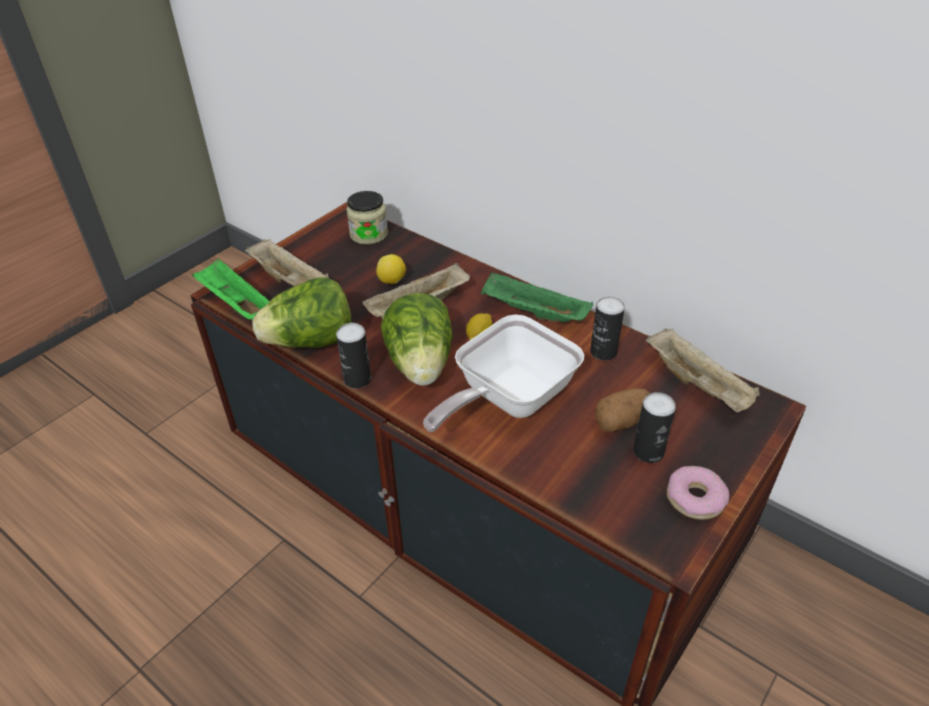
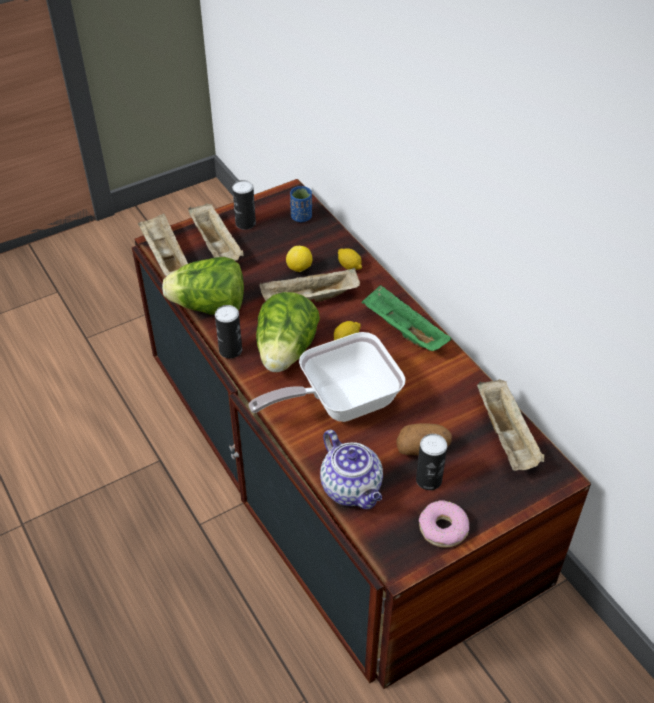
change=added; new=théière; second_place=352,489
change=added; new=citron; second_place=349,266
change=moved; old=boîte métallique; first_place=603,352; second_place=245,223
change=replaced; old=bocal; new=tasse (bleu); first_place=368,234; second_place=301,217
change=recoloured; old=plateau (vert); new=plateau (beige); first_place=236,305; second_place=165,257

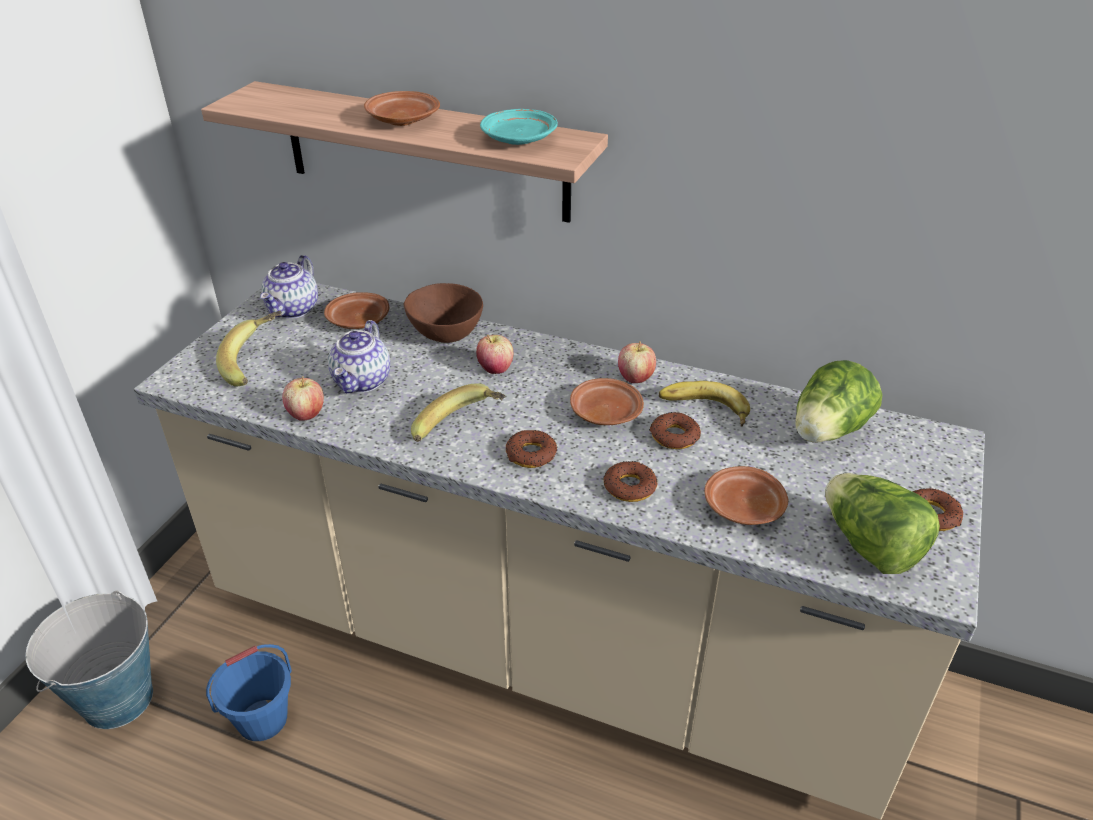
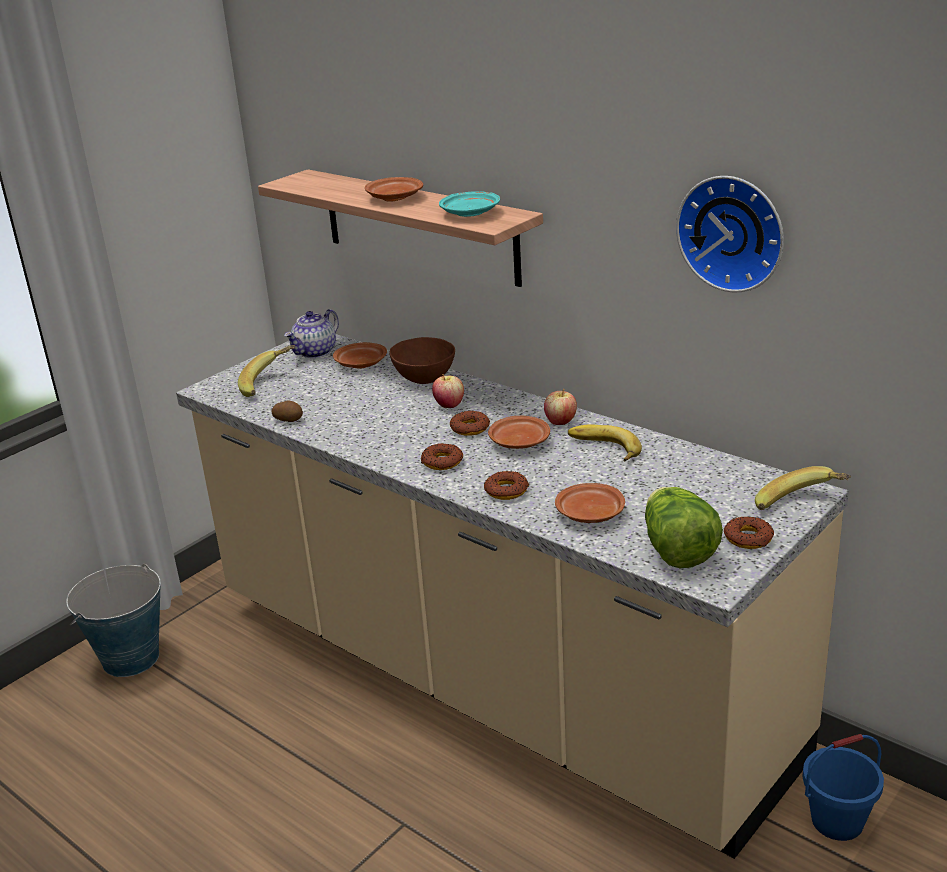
change=removed; old=théière; first_place=363,381
change=removed; old=laitue; first_place=828,432
change=added; new=horloge murale; second_place=733,232
change=moved; old=seau (bleu); first_place=262,719; second_place=837,820
change=moved; old=banane; first_place=460,430; second_place=801,507
change=moved; old=beignet; first_place=674,436; second_place=469,428
change=replaced; old=pomme; new=pomme de terre; first_place=306,414; second_place=289,419

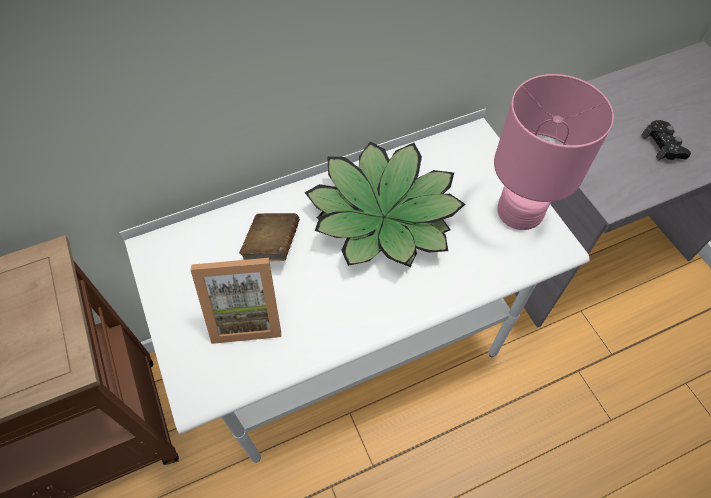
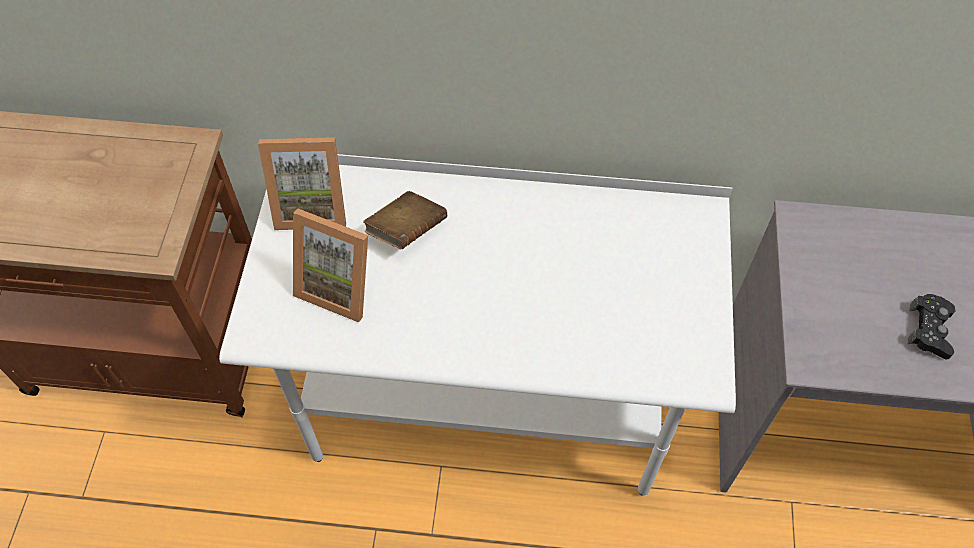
change=removed; old=plante en pot; first_place=384,217
change=removed; old=lampe de table (rose); first_place=519,211
change=added; new=cadre photo; second_place=311,206

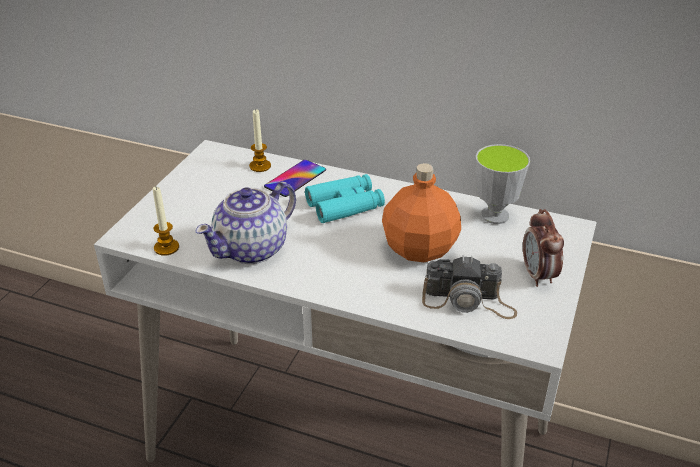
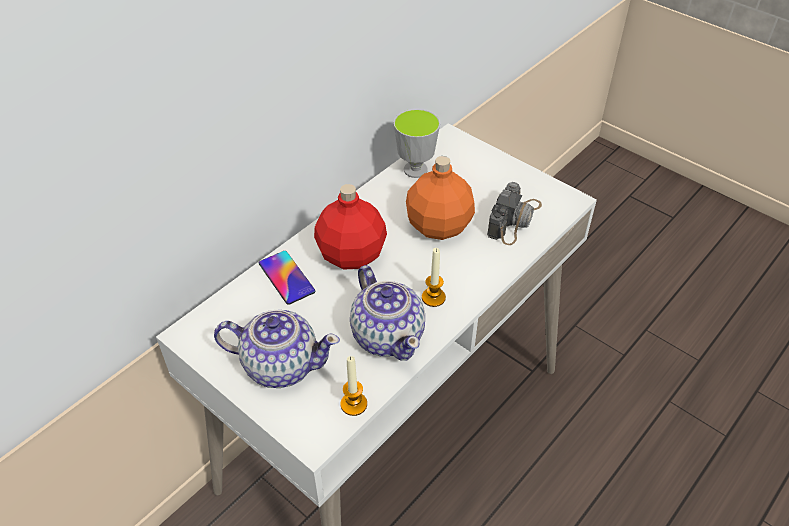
change=removed; old=réveil; first_place=538,275
change=added; new=théière; second_place=280,364
change=moved; old=bougie; first_place=260,166; second_place=433,297
change=replaced; old=jumelles (turquoise); new=bouteille (rouge); first_place=345,205; second_place=352,254

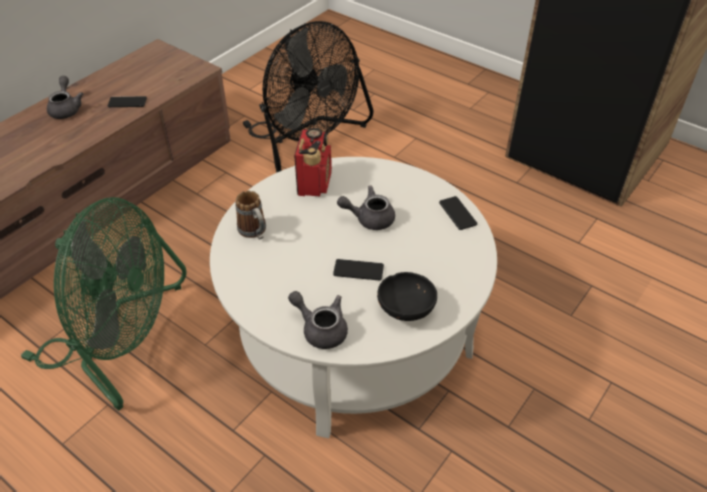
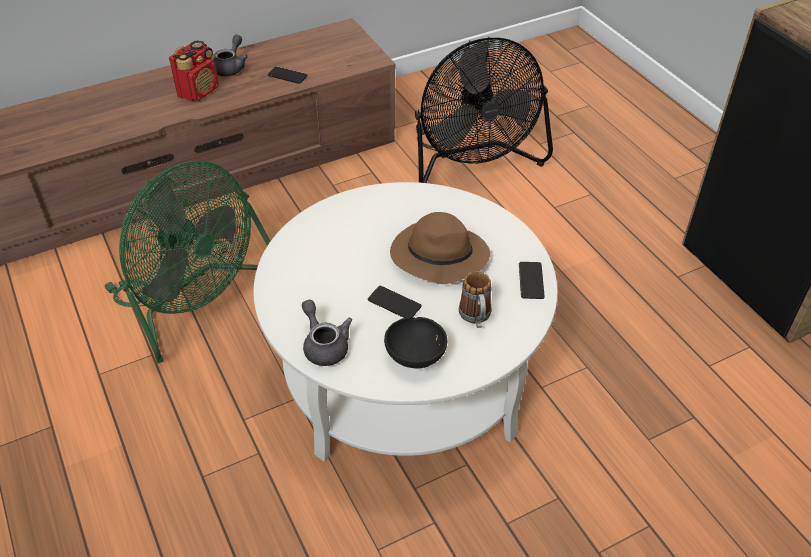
change=moved; old=mug; first_place=255,232; second_place=476,318
change=moved; old=radio; first_place=314,183; second_place=199,91
change=replaced; old=théière (gris); new=chapeau (marron); first_place=369,218; second_place=437,257

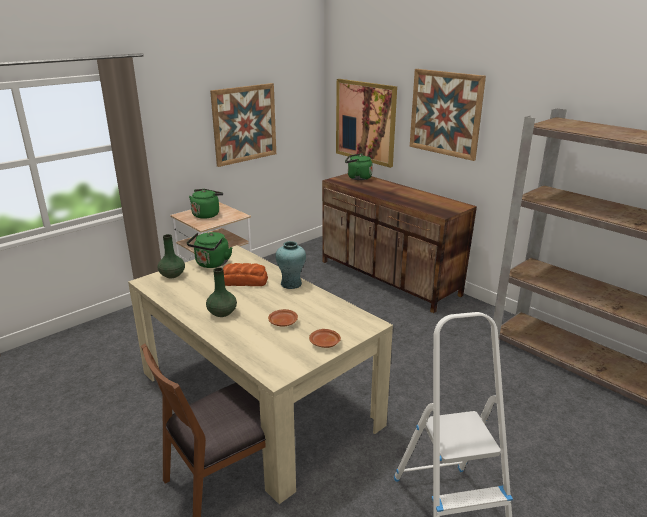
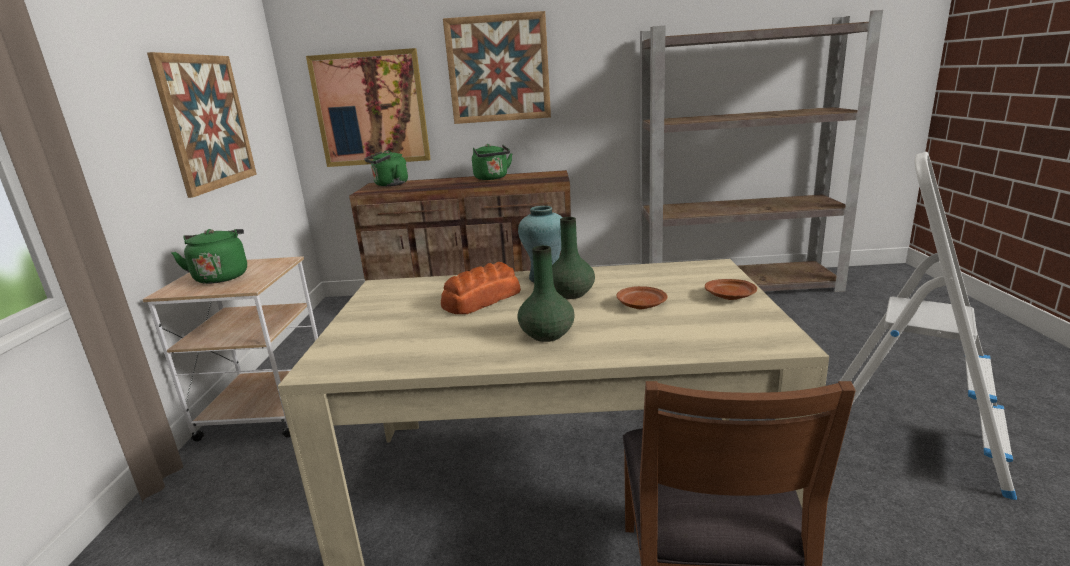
change=moved; old=vase (vert); first_place=172,275; second_place=571,294
change=moved; old=bouilloire (vert); first_place=211,264; second_place=492,178

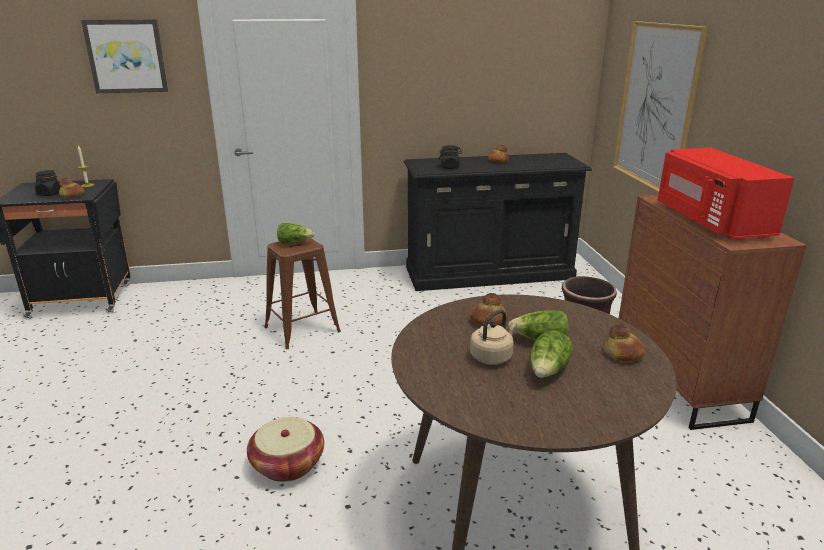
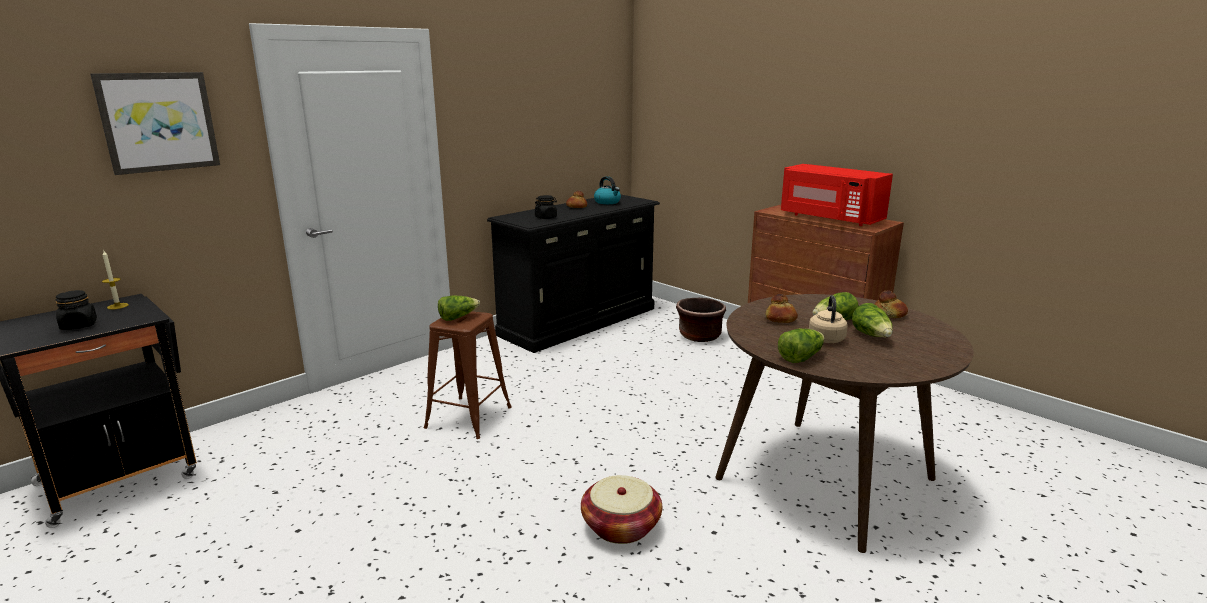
change=removed; old=pain; first_place=72,195
change=removed; old=tableau; first_place=655,107
change=added; new=bouilloire; second_place=607,202
change=added; new=laitue; second_place=800,357

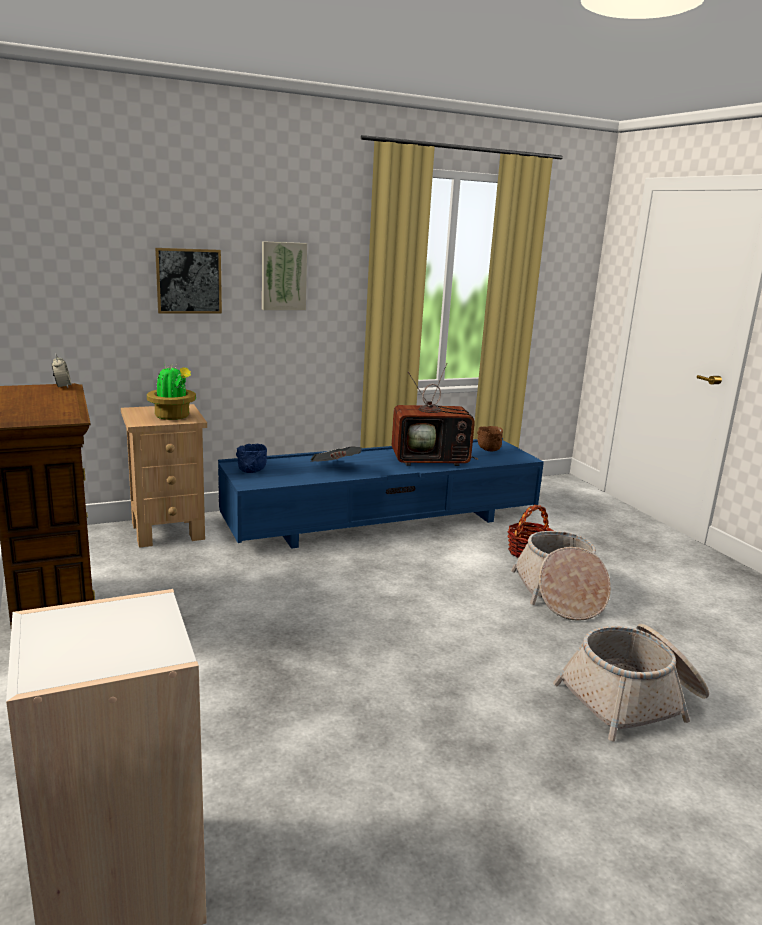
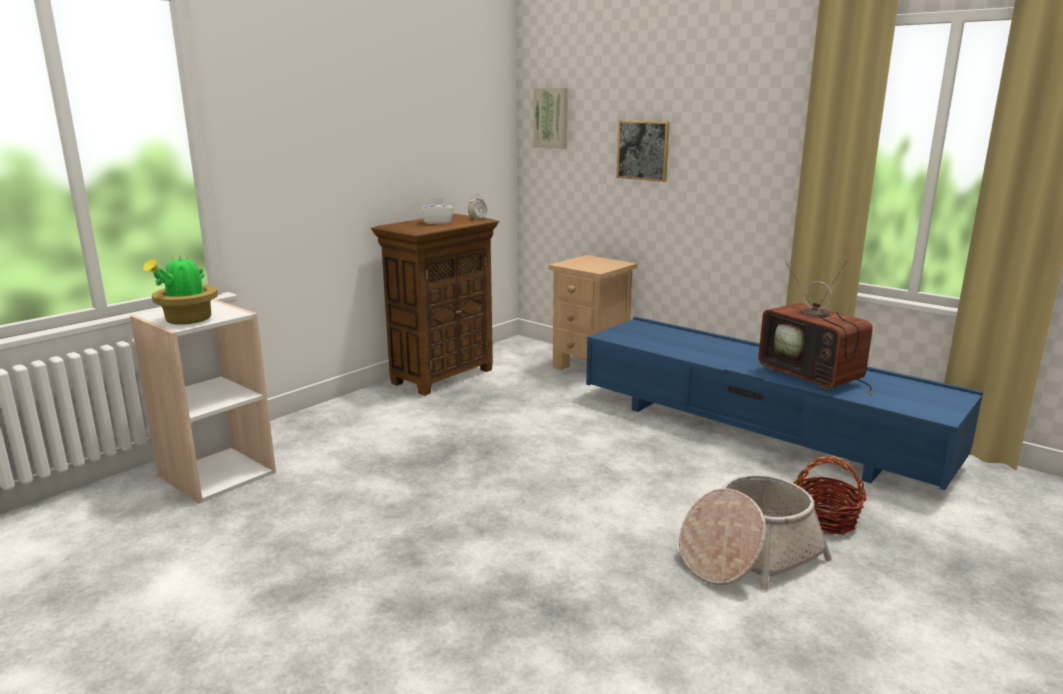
change=removed; old=bol (bleu); first_place=252,472
change=removed; old=journal; first_place=335,468
change=removed; old=bol (marron); first_place=489,450
change=removed; old=panier; first_place=633,700
change=added; new=boîte à mouchoirs (blanc); second_place=437,222
change=moved; old=plante en pot; first_place=173,417; second_place=187,320
change=moved; old=tableau; first_place=283,276; second_place=551,118

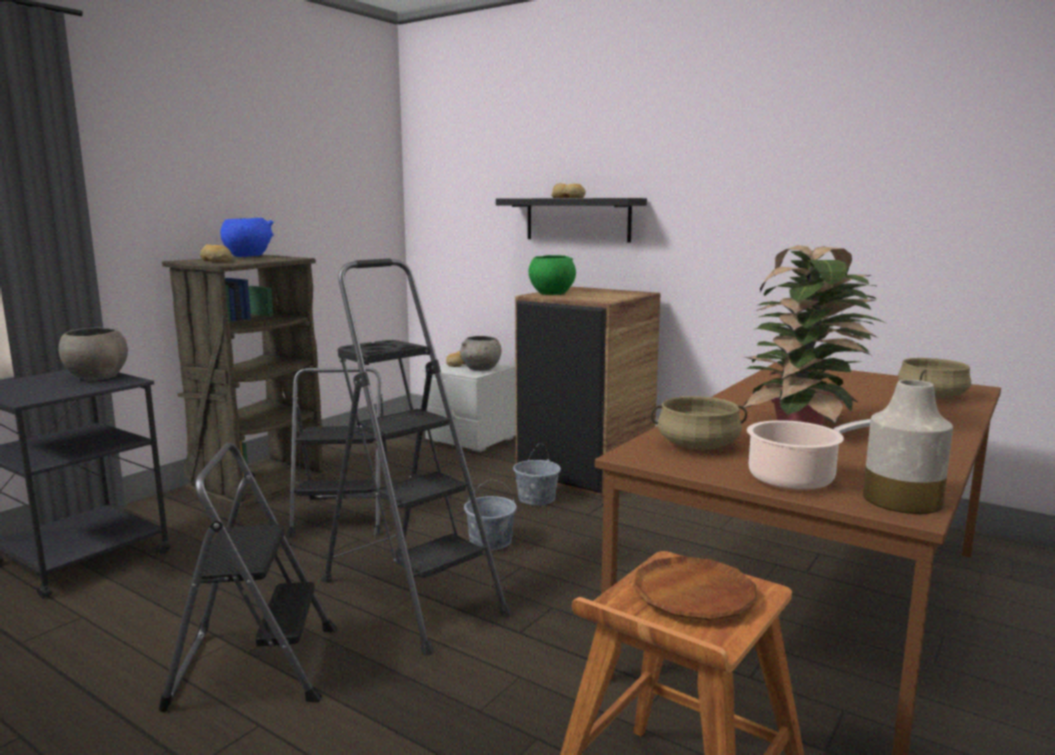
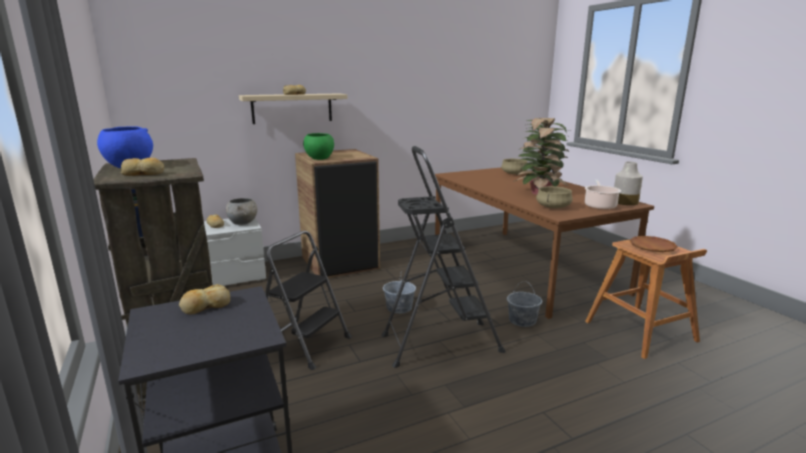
change=removed; old=escabeau (noir); first_place=247,666
change=moved; old=seau (gris); first_place=537,498; second_place=522,320
change=replaced; old=bol (gris); new=pain; first_place=97,377; second_place=205,306
change=recoloured; old=étagère (noir); new=étagère (beige); first_place=577,219; second_place=292,108

